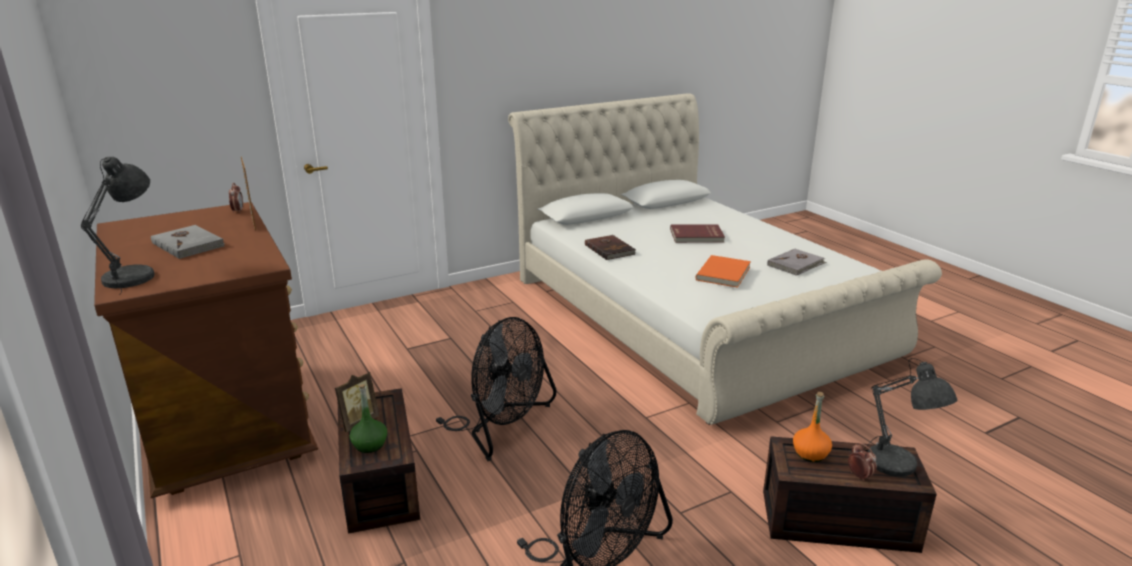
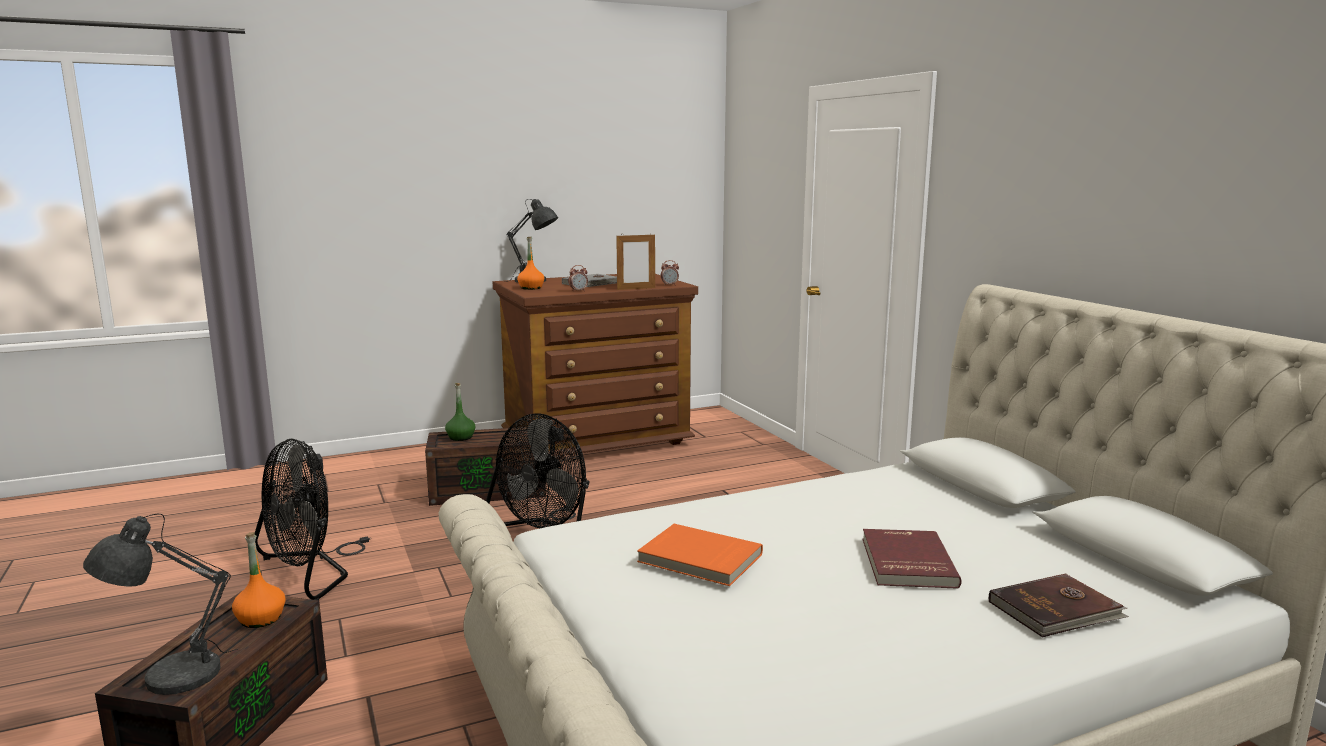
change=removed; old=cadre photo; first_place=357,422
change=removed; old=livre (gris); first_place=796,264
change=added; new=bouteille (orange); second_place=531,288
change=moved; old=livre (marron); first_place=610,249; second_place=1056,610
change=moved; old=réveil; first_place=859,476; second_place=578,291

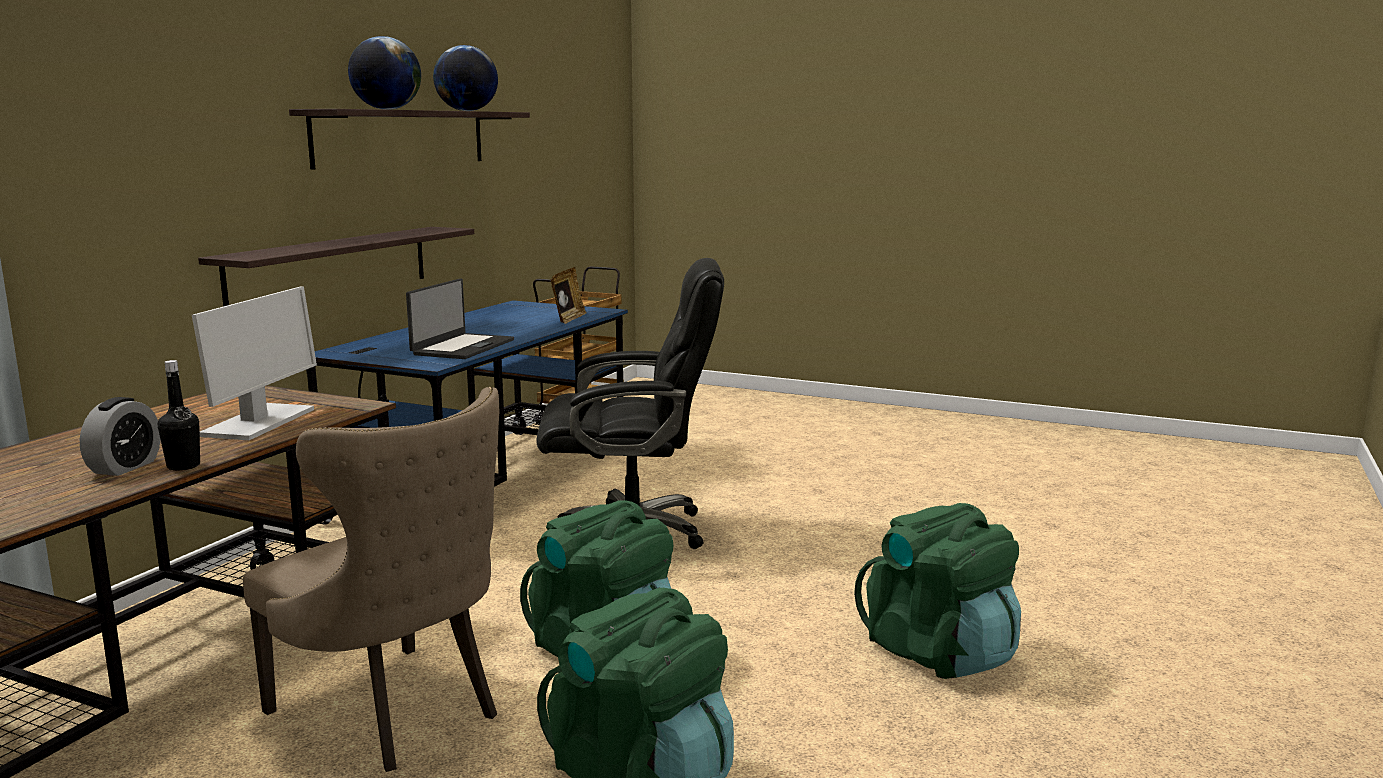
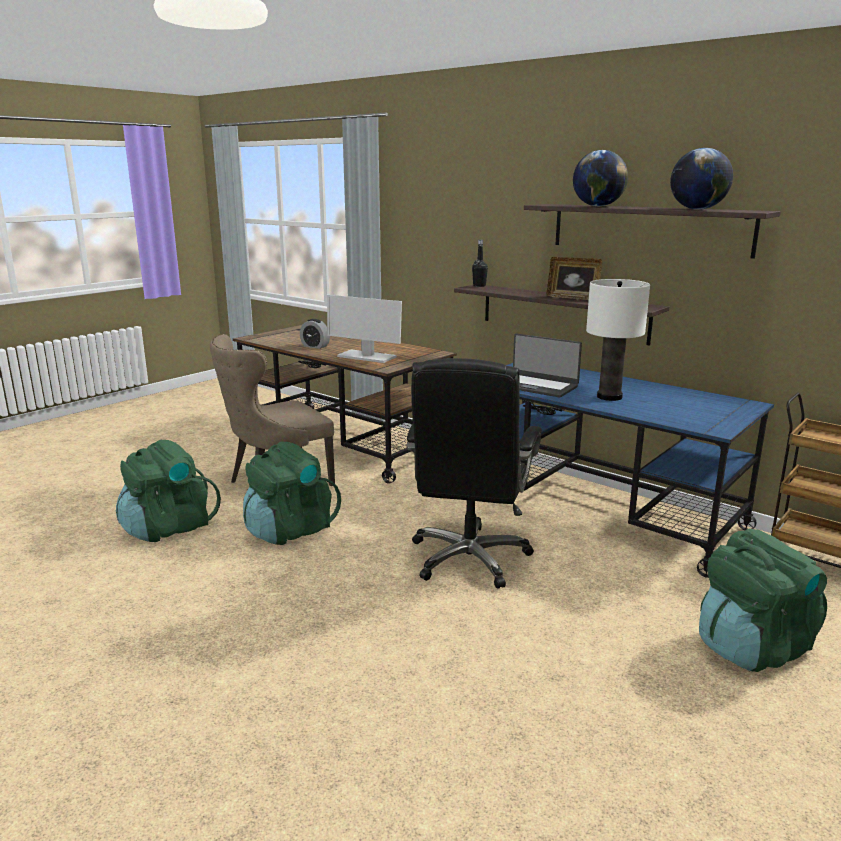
change=added; new=lampe de table (blanc); second_place=609,397
change=moved; old=bouteille (noir); first_place=183,466; second_place=479,285
change=moved; old=cadre photo; first_place=568,319; second_place=573,298
change=moved; old=sac à dos (vert); first_place=939,653; second_place=751,647

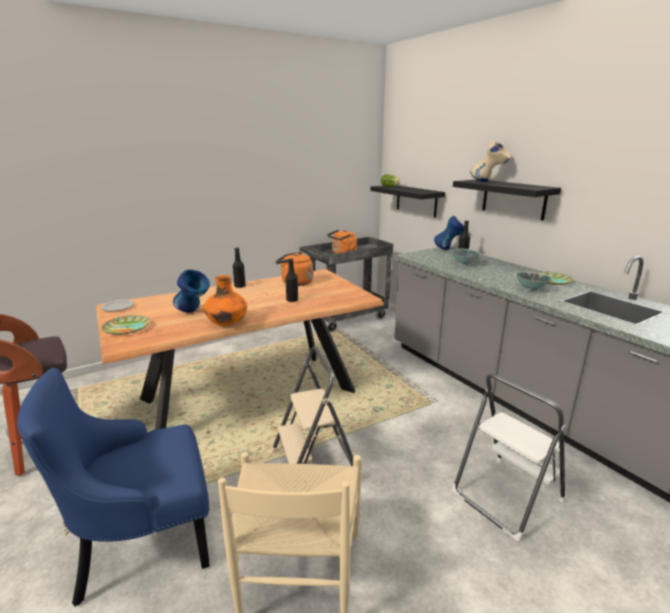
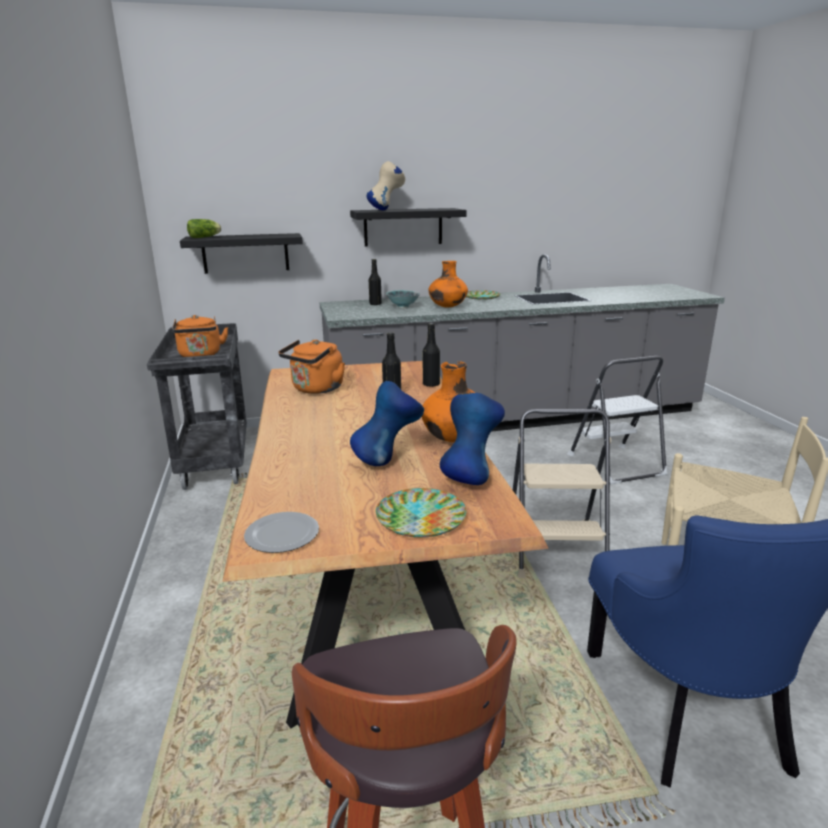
change=removed; old=bol; first_place=531,290
change=added; new=vase (orange); second_place=447,307
change=moved; old=bouteille (noir); first_place=240,286; second_place=431,384
change=moved; old=vase (bleu); first_place=449,249; second_place=469,477

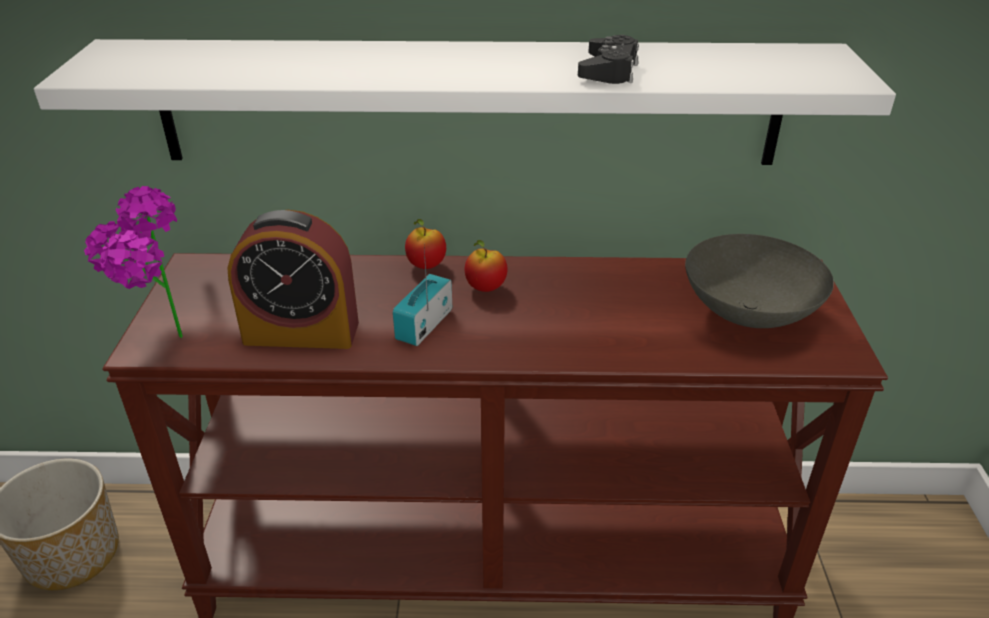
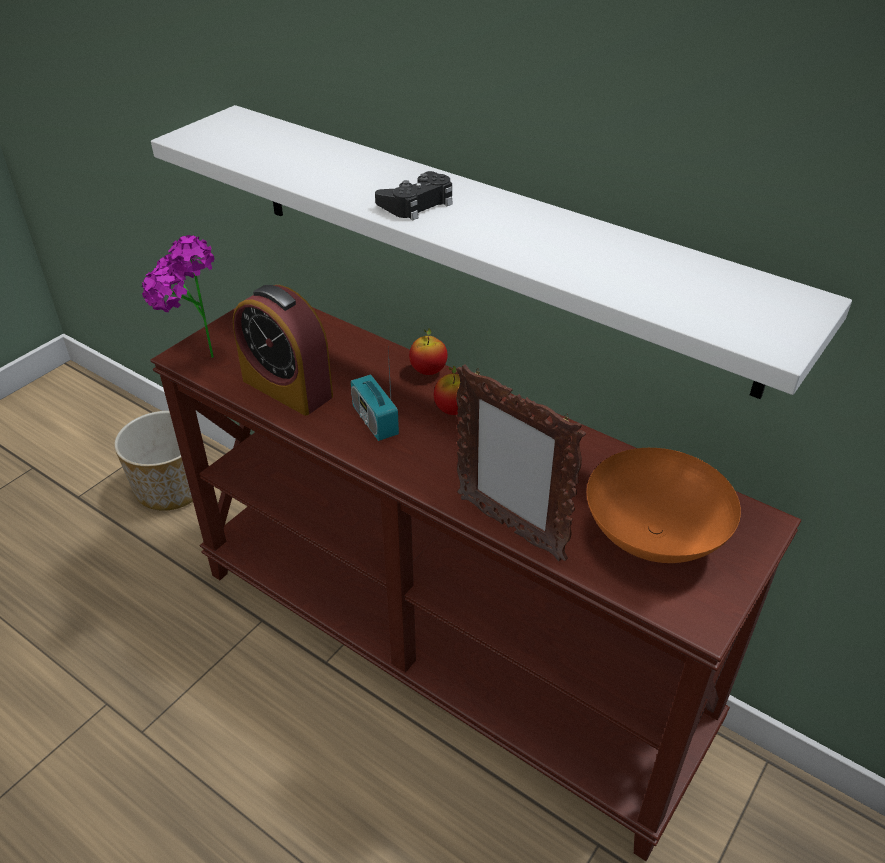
change=added; new=cadre photo; second_place=509,527
change=moved; old=manette (noir); first_place=609,70; second_place=417,203
change=recoloured; old=bol (gris); new=bol (orange); first_place=750,314; second_place=655,538
change=turned; old=radio; first_place=424,325; second_place=375,421; degrees=-90

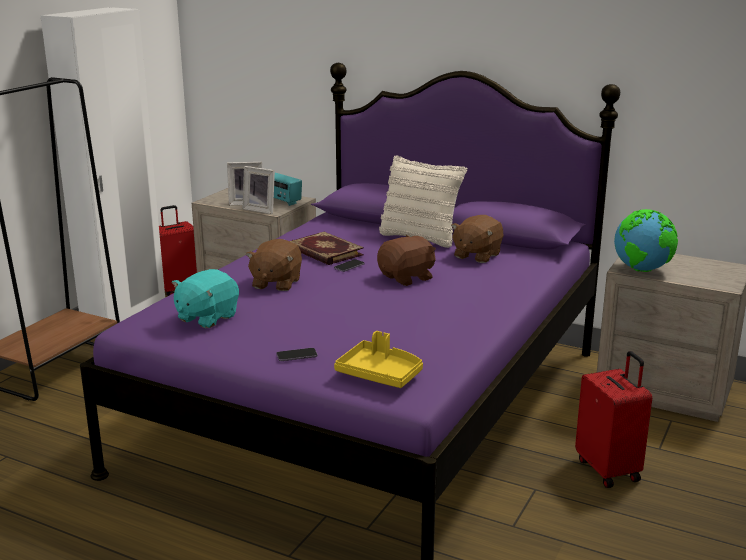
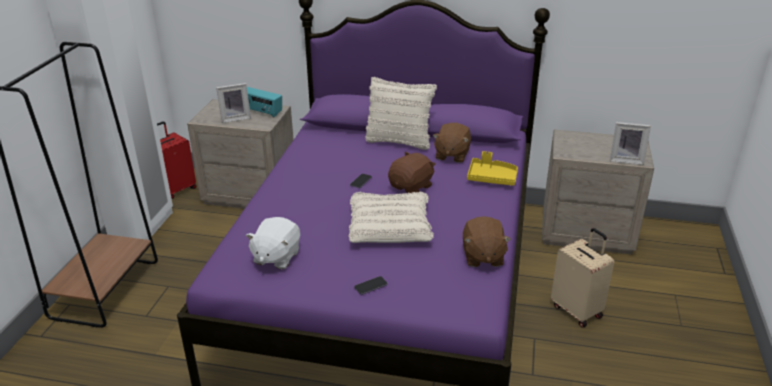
change=removed; old=livre; first_place=324,252
change=removed; old=globe; first_place=642,270
change=added; new=coussin (beige); second_place=390,227
change=moved; old=cadre photo; first_place=261,209; second_place=626,159
change=moved; old=peluche (marron); first_place=276,283; second_place=482,256
change=moved; old=plateau (jaune); first_place=380,374; second_place=492,178
change=recoloured; old=peluche (turquoise); new=peluche (blanc); first_place=206,317; second_place=276,257
change=recoloured; old=valise (rouge); new=valise (beige); first_place=609,469; second_place=577,310

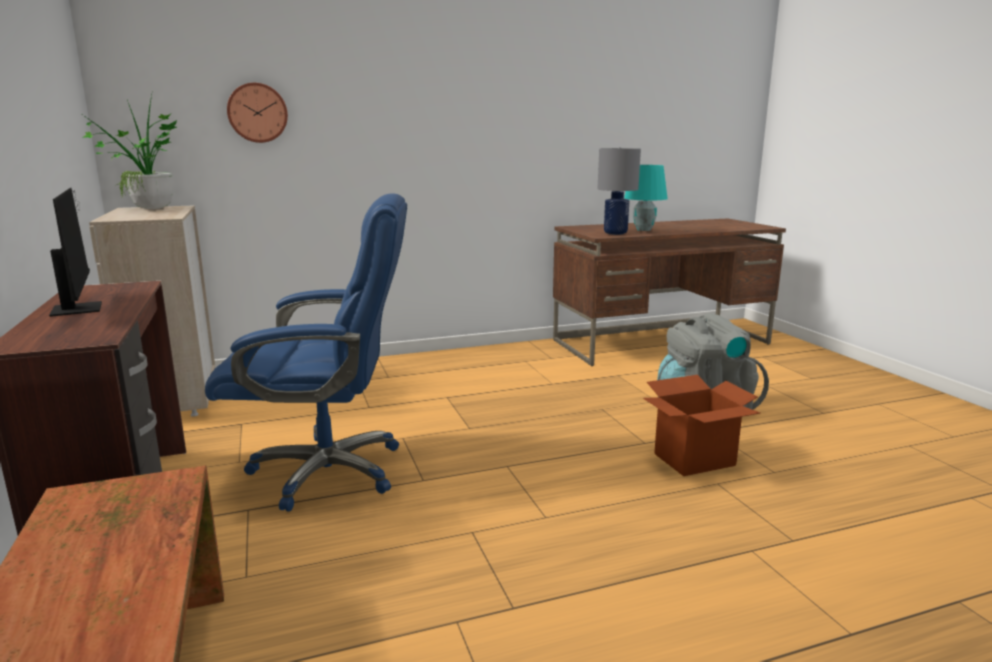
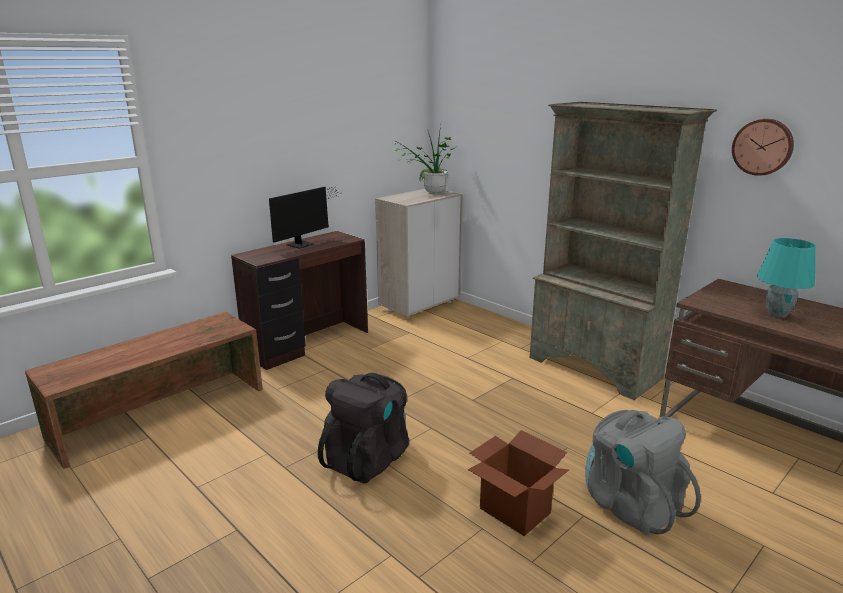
change=removed; old=chaise de bureau (bleu); first_place=323,471
change=removed; old=lampe de table (gris); first_place=615,234
change=added; new=sac à dos (noir); second_place=368,458
change=added; new=bibliothèque (vert); second_place=595,367
change=moved; old=horloge murale; first_place=257,113; second_place=763,147

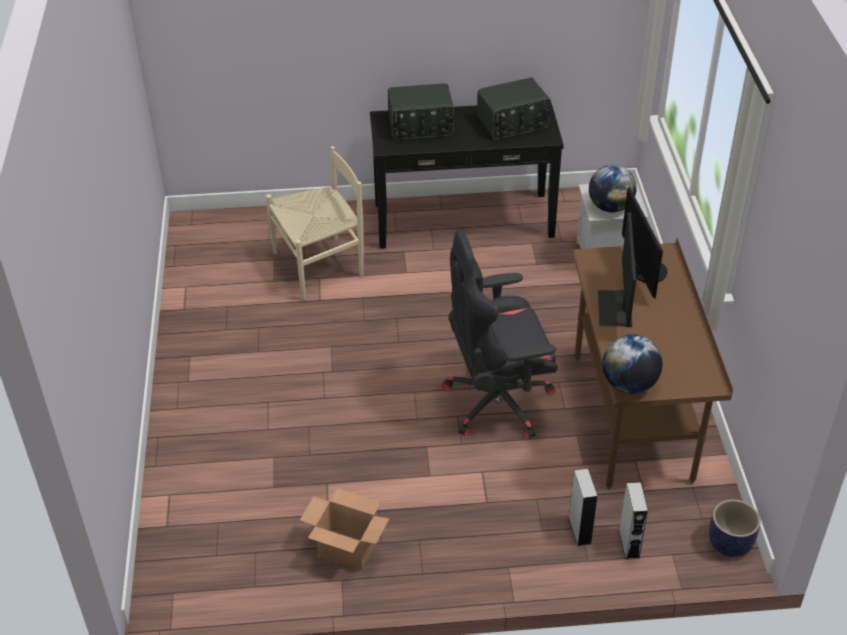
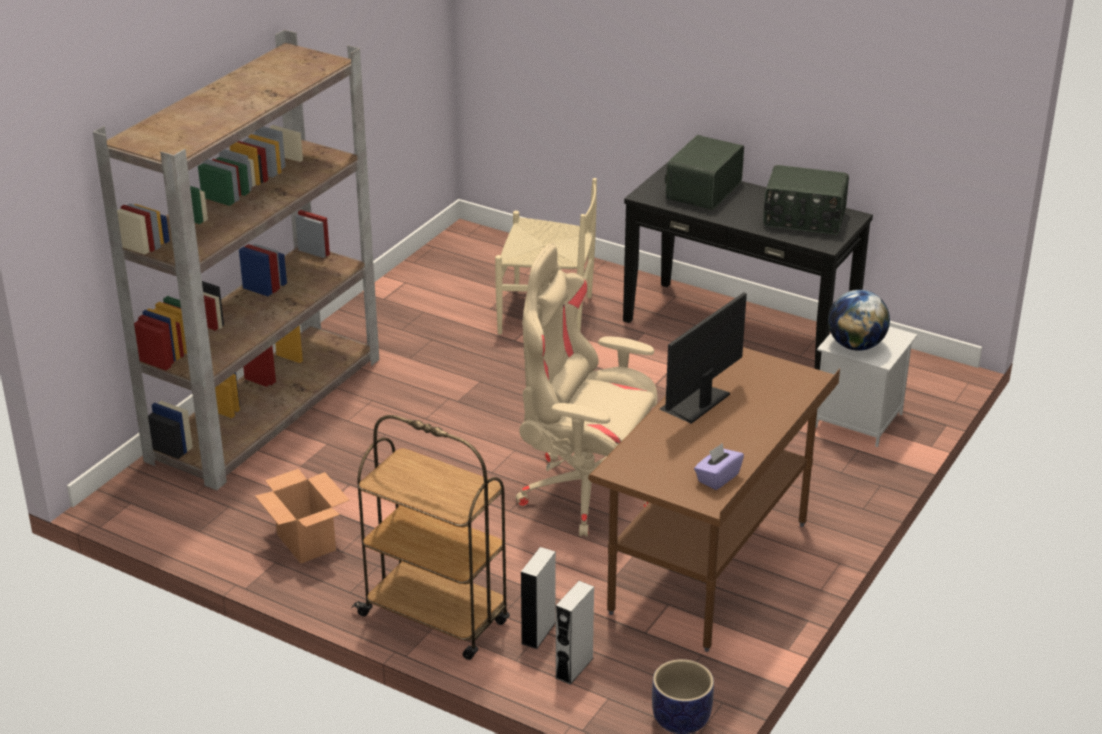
change=removed; old=globe; first_place=629,384
change=removed; old=écran d'ordinateur; first_place=645,272
change=added; new=bibliothèque (marron); second_place=267,408
change=added; new=chariot (marron); second_place=435,620
change=added; new=boîte à mouchoirs (violet); second_place=717,478
change=recoloured; old=chaise de bureau (noir); new=chaise de bureau (beige); first_place=499,401; second_place=588,493
change=turned; old=radio; first_place=421,126; second_place=702,190; degrees=90

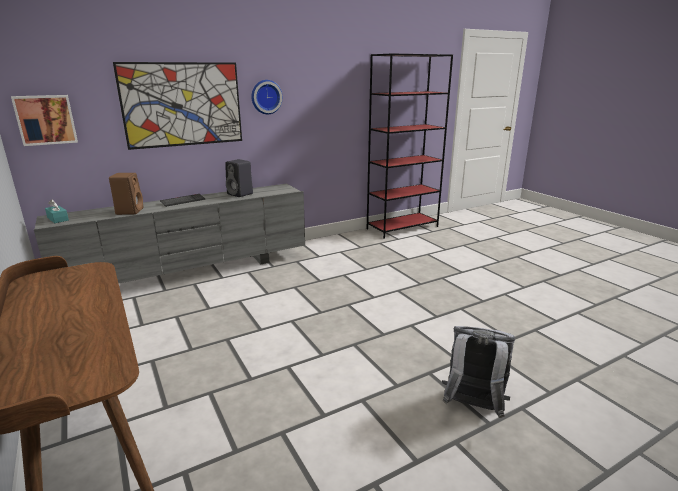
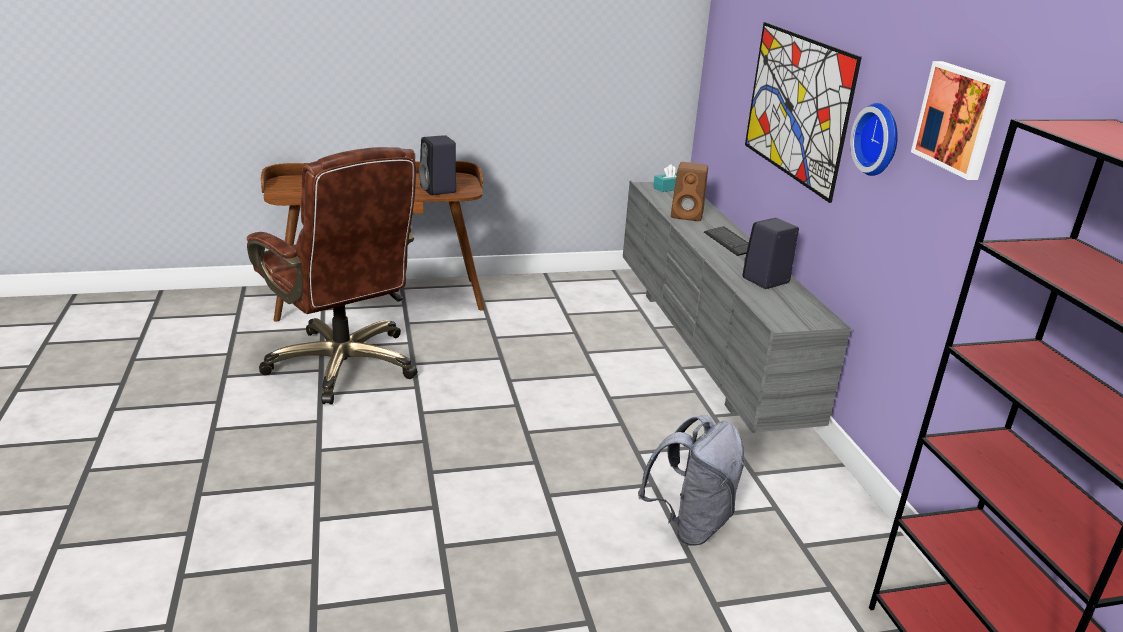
change=added; new=chaise de bureau (marron); second_place=343,363
change=added; new=enceinte (noir); second_place=439,190
change=moved; old=tableau; first_place=46,119; second_place=960,119
change=moved; old=sac à dos (gris); first_place=472,407; second_place=690,524

